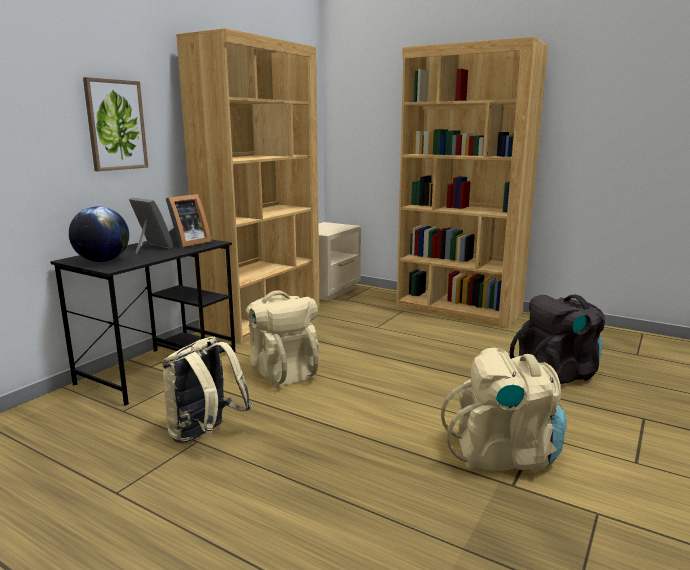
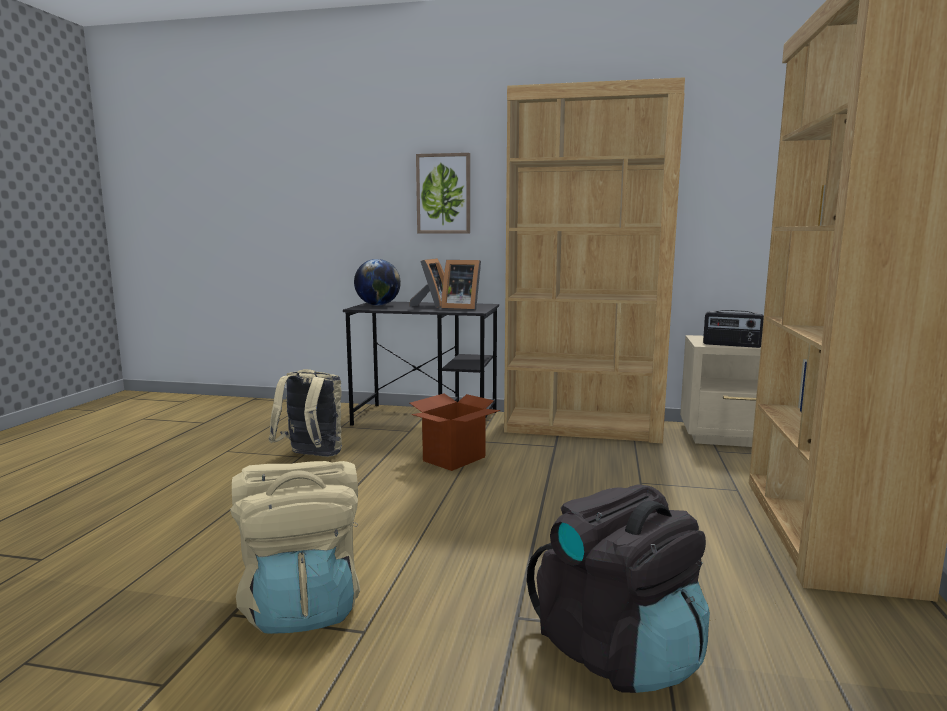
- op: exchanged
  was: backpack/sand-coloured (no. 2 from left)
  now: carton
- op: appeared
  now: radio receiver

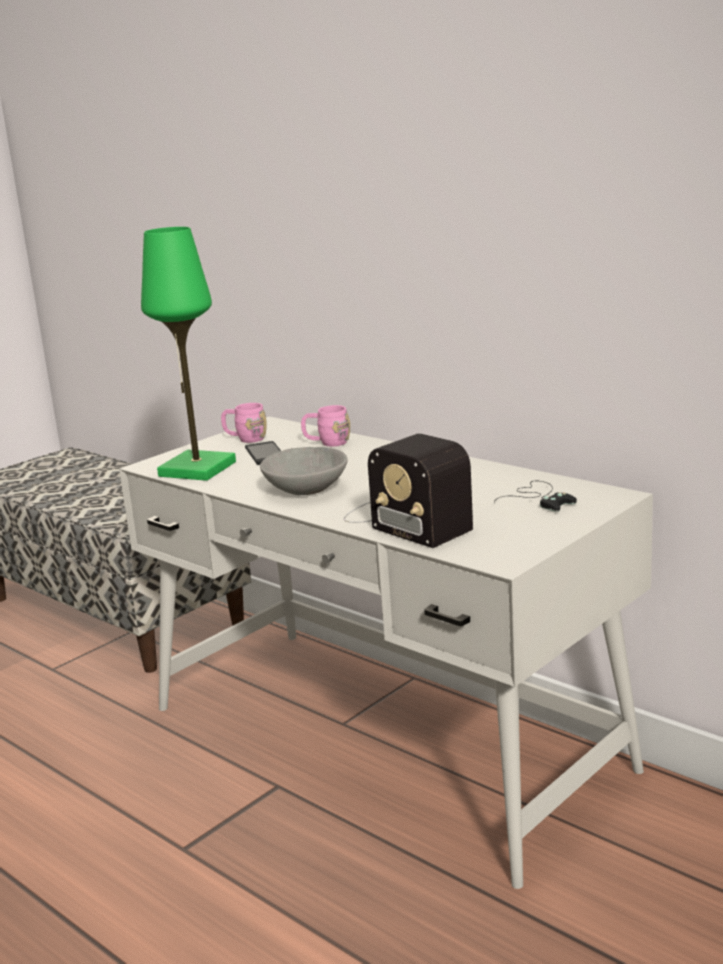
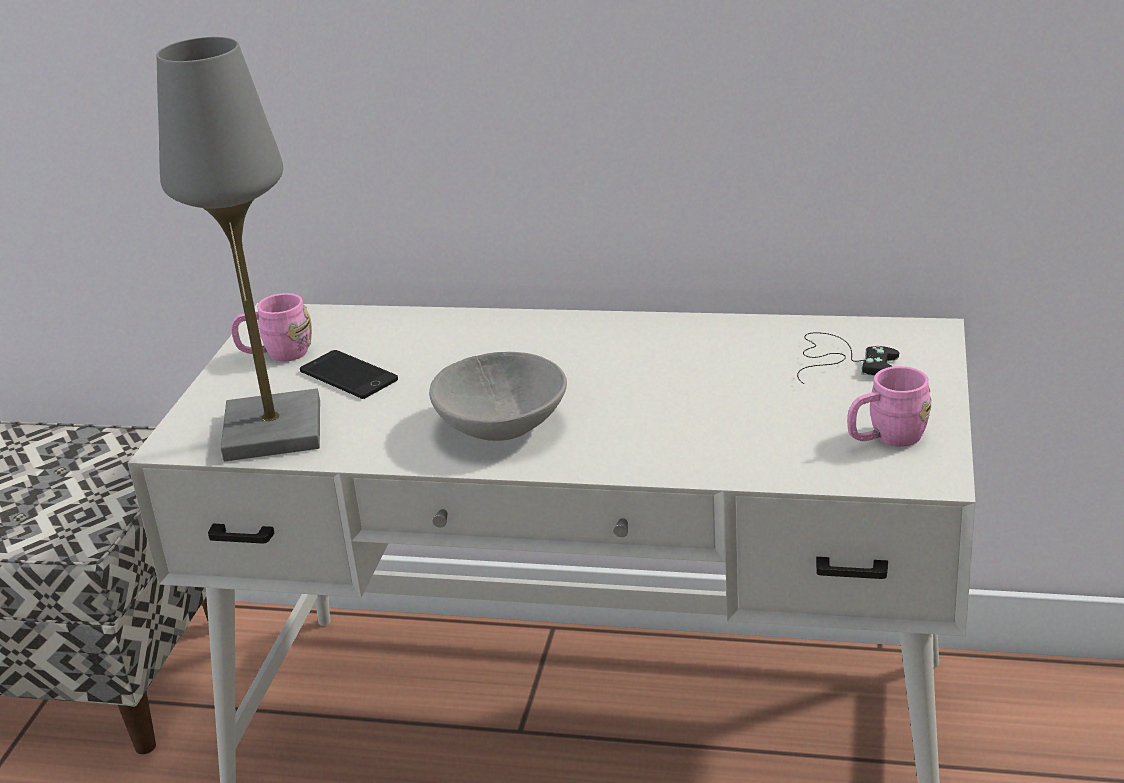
- op: colour
  was: lamp for a table/green-coloured
  now: lamp for a table/greyish
- op: relocated
  was: coffee mug/pinkish (no. 2 from left)
- op: missing
  was: radio receiver

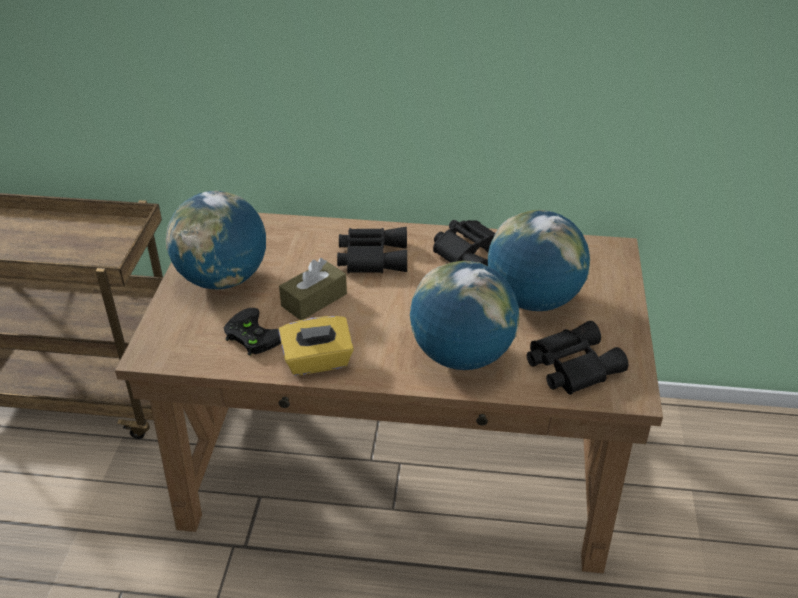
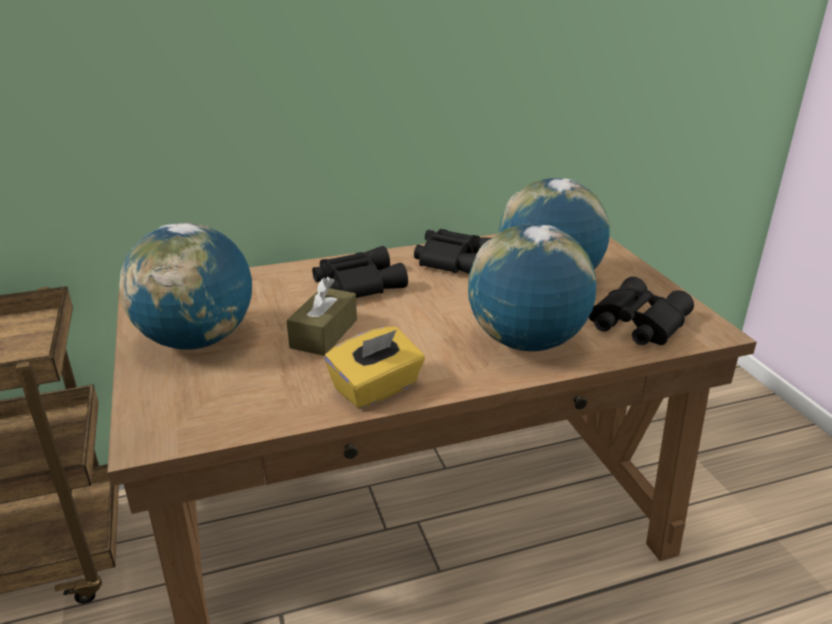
- op: missing
  was: joypad/blackish

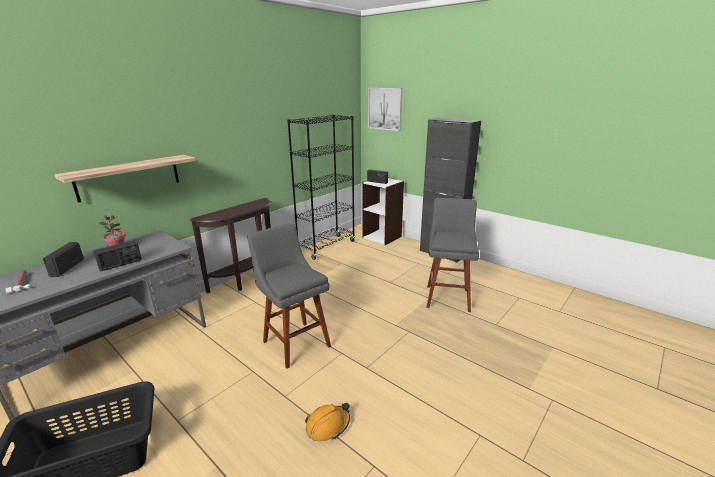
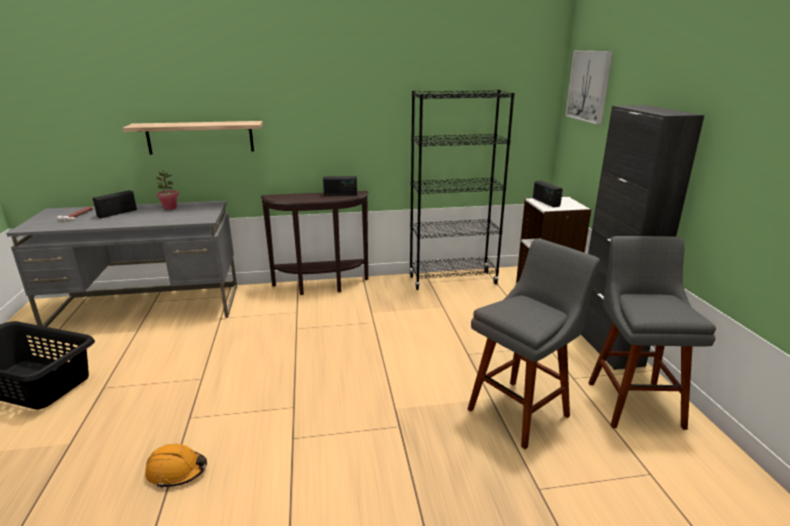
- op: relocated
  was: radio receiver (no. 2 from left)
- op: relocated
  was: stool seat/greyish (no. 1 from left in the first image)
  now: stool seat/greyish (no. 2 from left)

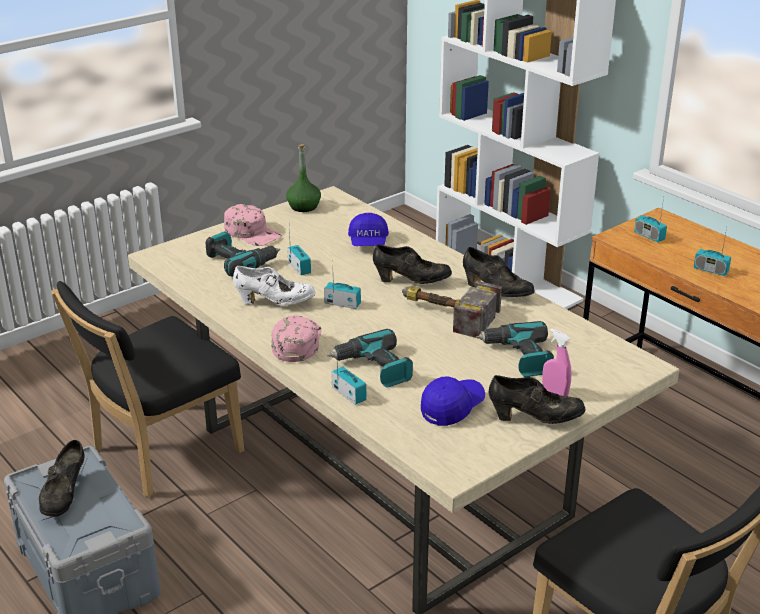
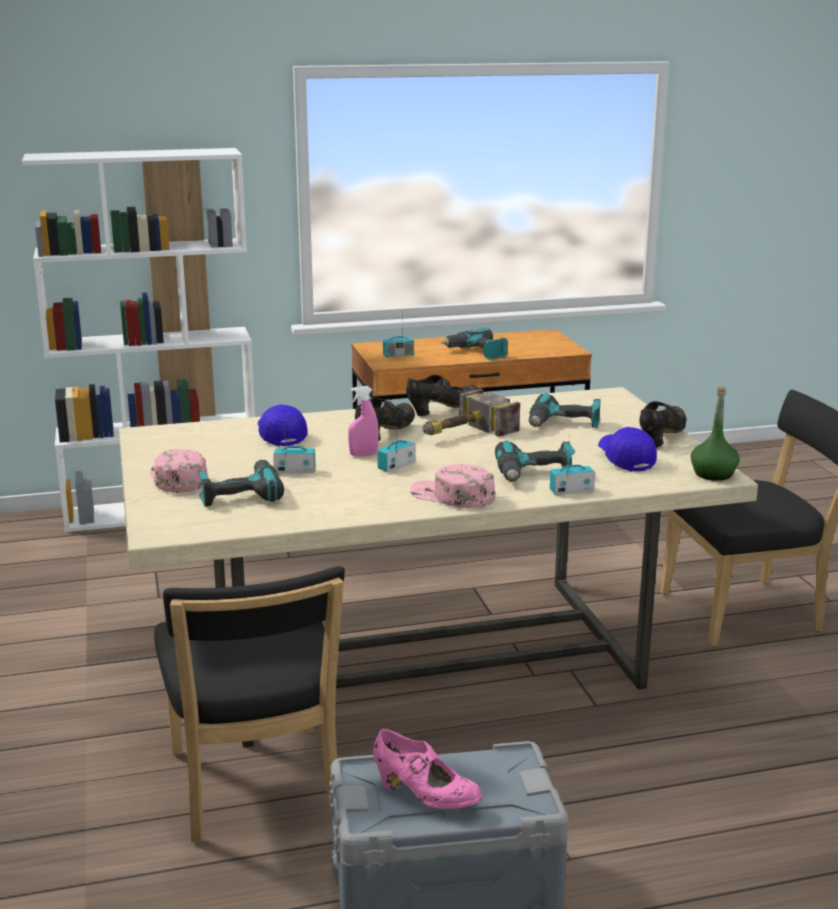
- op: colour
  was: item of footwear/blackish (no. 1 from left)
  now: item of footwear/pinkish
- op: spun
  was: peaked cap/pinkish (no. 1 from left)
  clockwise: -90
- op: missing
  was: item of footwear/white
- op: relocated
  was: bottle/green-coloured
- op: spun
  was: peaked cap/blue-coloured (no. 1 from left)
  clockwise: -135
- op: relocated
  was: spray bottle/pinkish
- op: exchanged
  was: radio receiver (no. 5 from left)
  now: power drill (no. 2 from left)

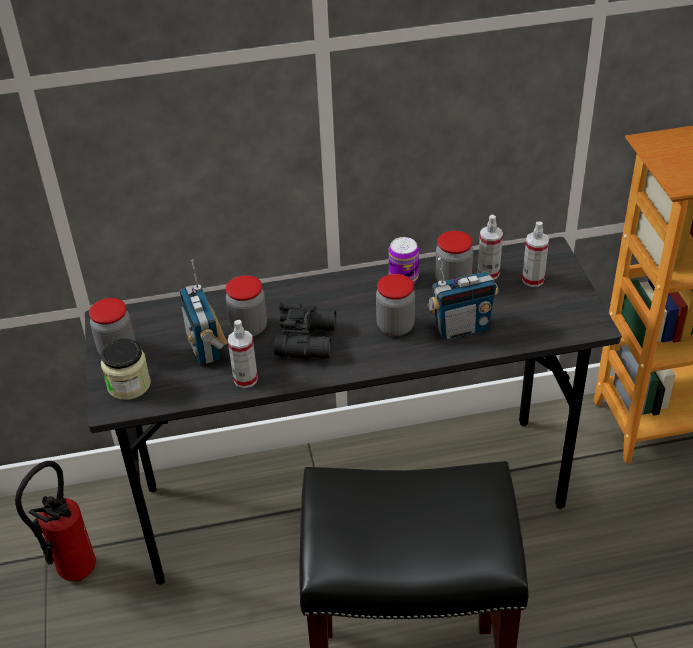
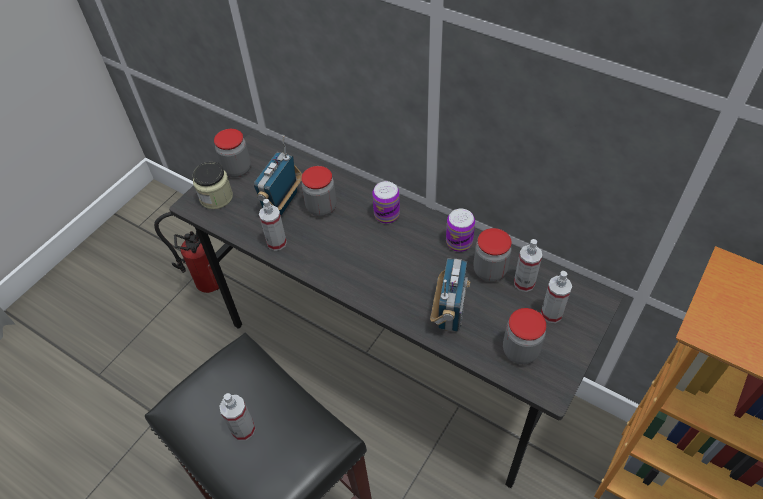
- op: missing
  was: binoculars/blackish
- op: relocated
  was: jar (no. 4 from left in the first image)
  now: jar (no. 5 from left)
- op: spun
  was: radio receiver (no. 2 from left)
  clockwise: -105
- op: appeared
  now: spray bottle (no. 1 from left)
- op: appeared
  now: metal can (no. 1 from left)

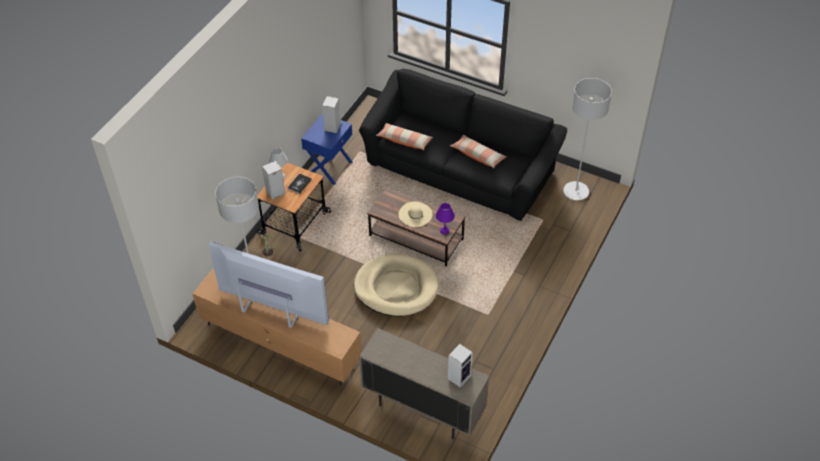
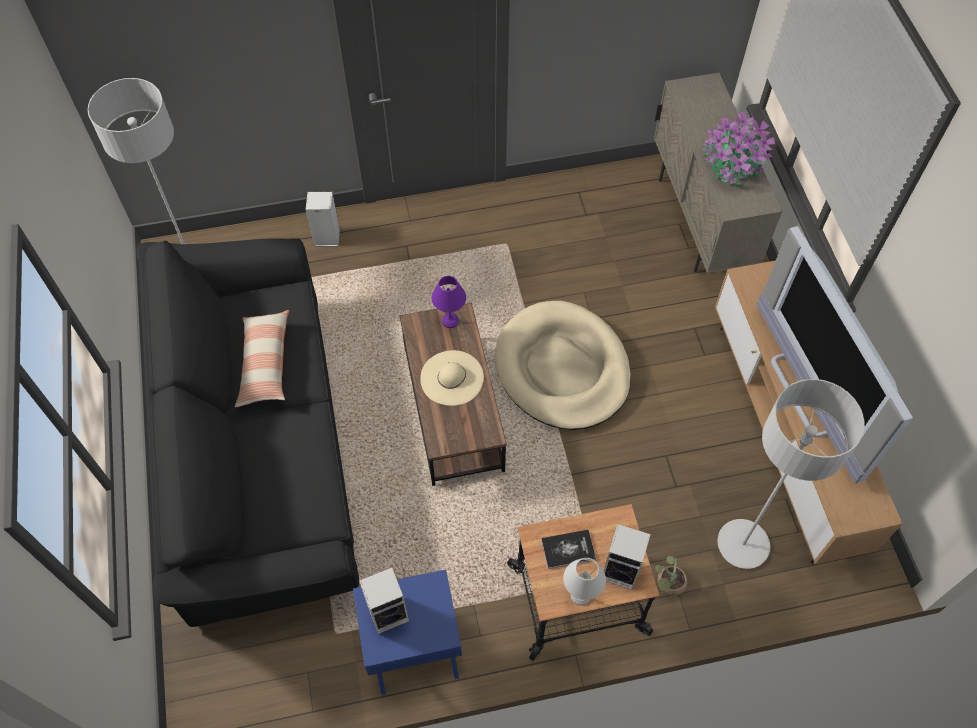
- op: missing
  was: cushion (no. 1 from left)
- op: relocated
  was: speaker (no. 3 from left in the first image)
  now: speaker (no. 1 from left)
- op: appeared
  now: plant in a pot (no. 2 from left)

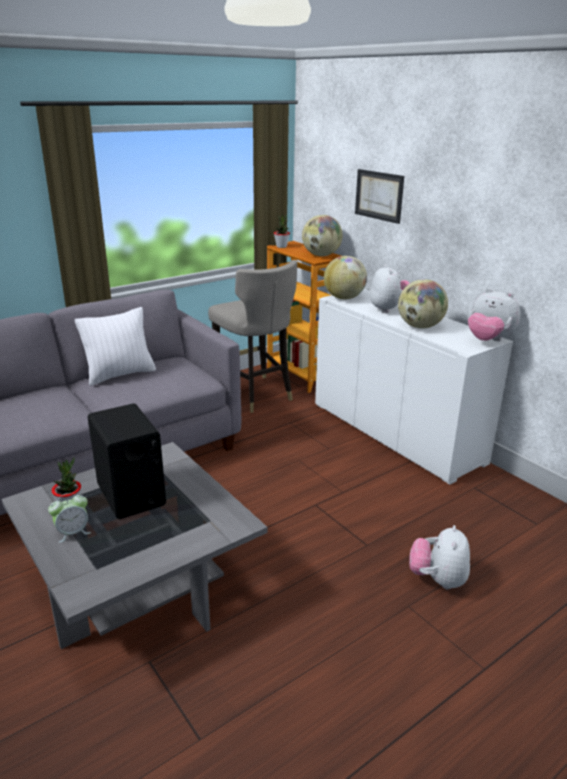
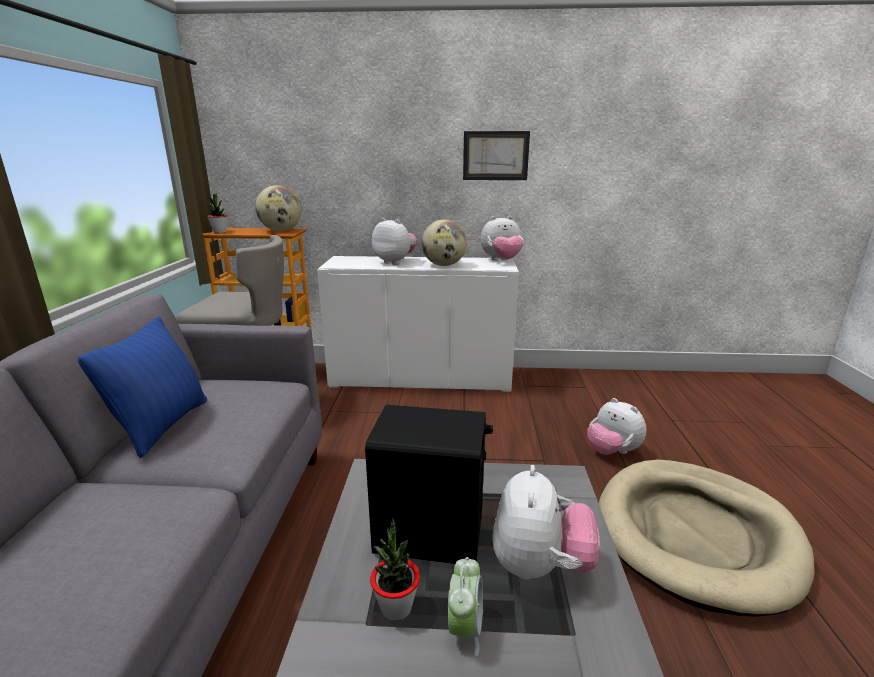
- op: colour
  was: cushion/white
  now: cushion/blue-coloured
- op: missing
  was: globe (no. 2 from left)
- op: relocated
  was: wall art
- op: appeared
  now: cuddly toy (no. 3 from left)
- op: appeared
  now: pet bed/sand-coloured

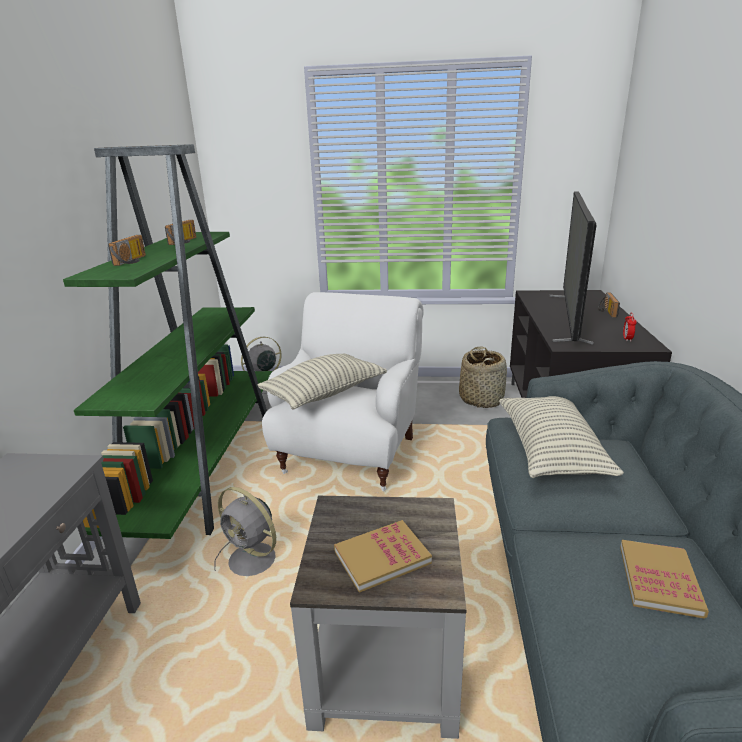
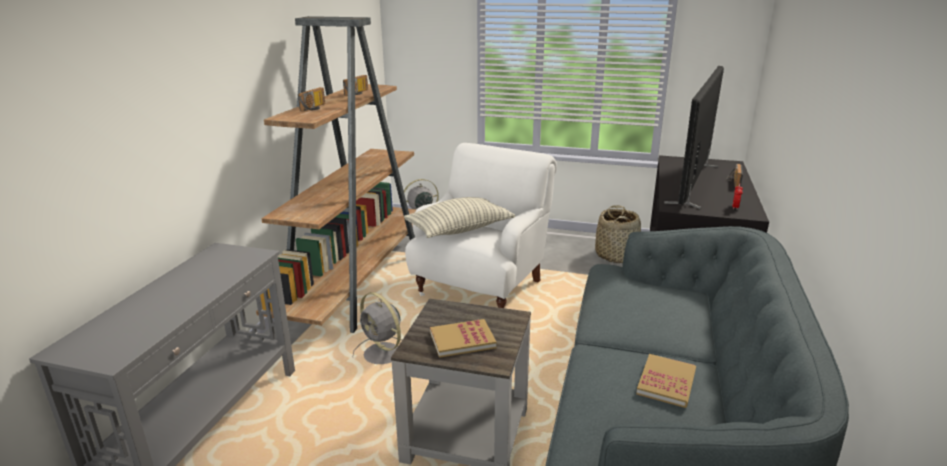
- op: colour
  was: bookshelf/green-coloured
  now: bookshelf/brown
- op: missing
  was: cushion (no. 2 from left)

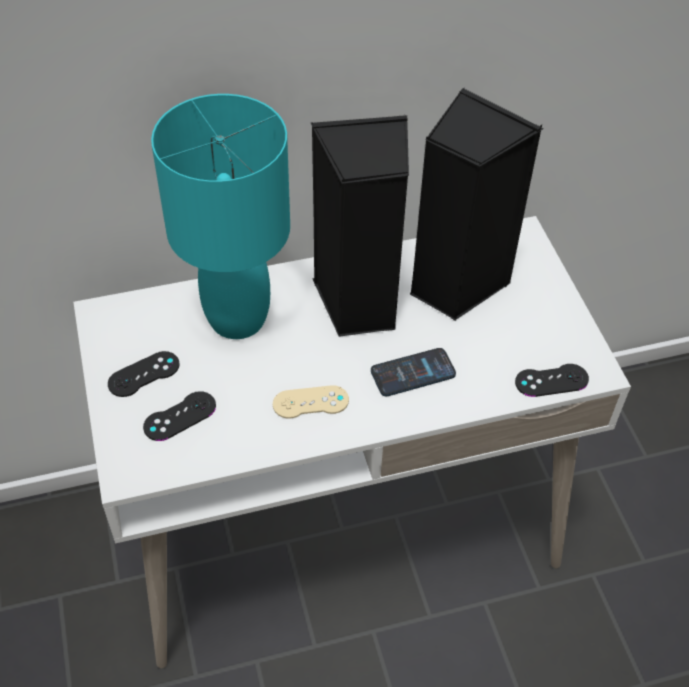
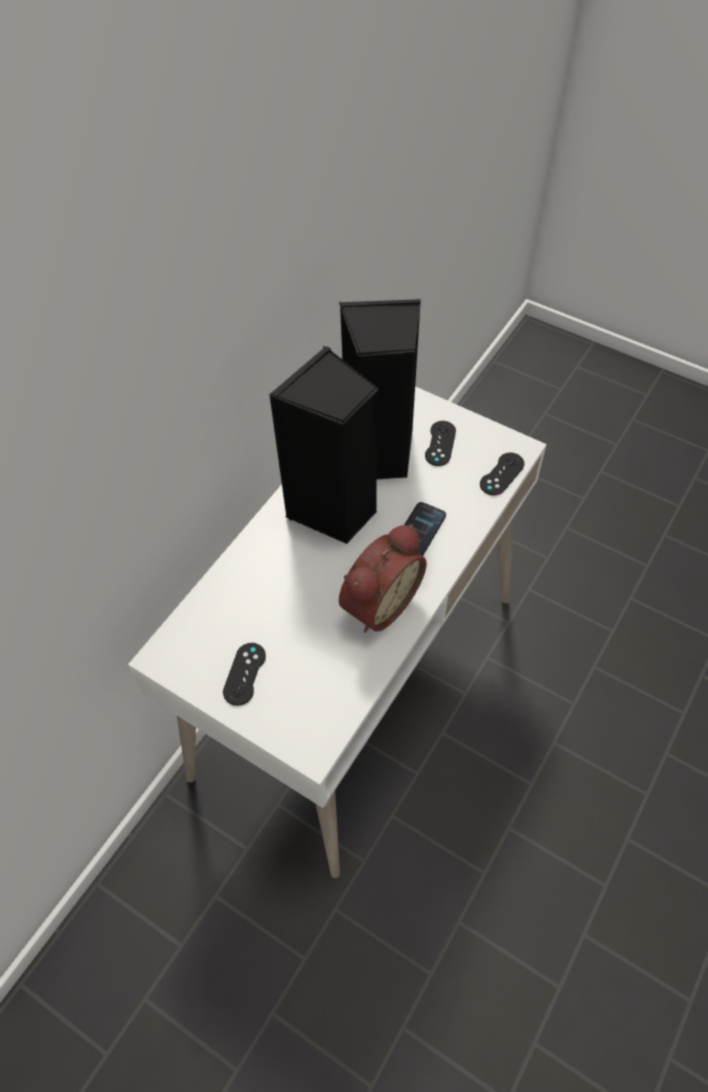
- op: relocated
  was: joypad/blackish (no. 2 from left)
- op: missing
  was: lamp for a table/turquoise
- op: exchanged
  was: joypad/sand-coloured
  now: table clock

